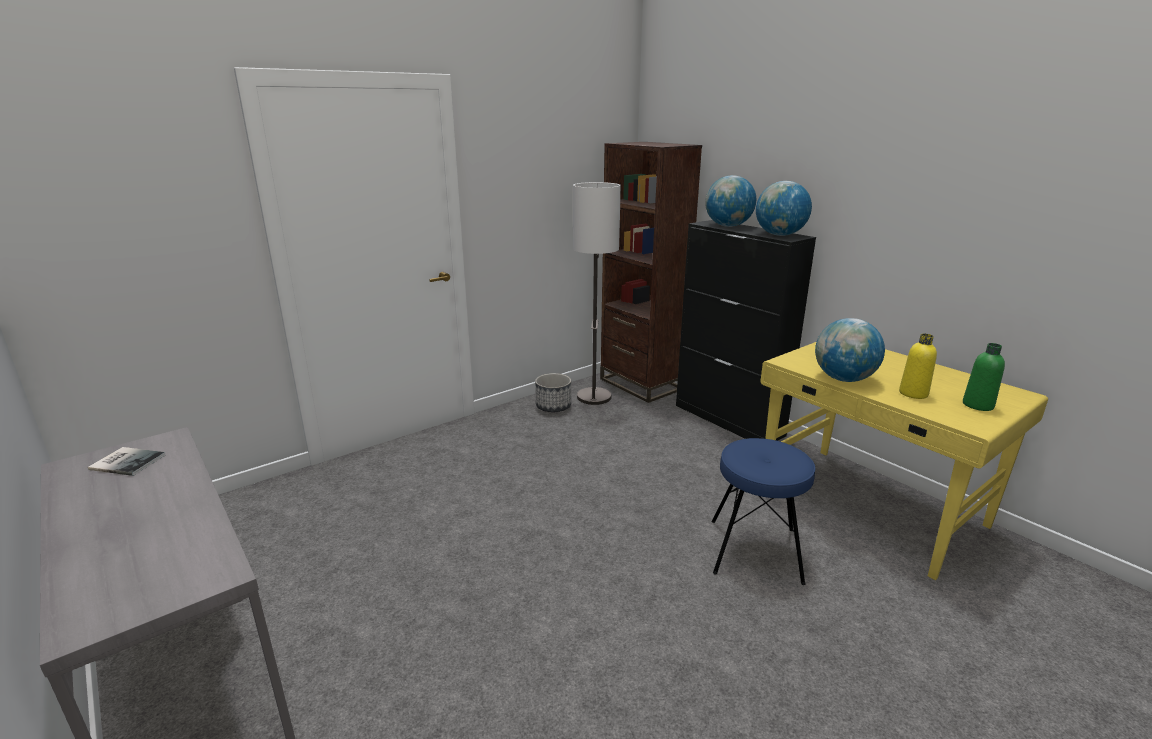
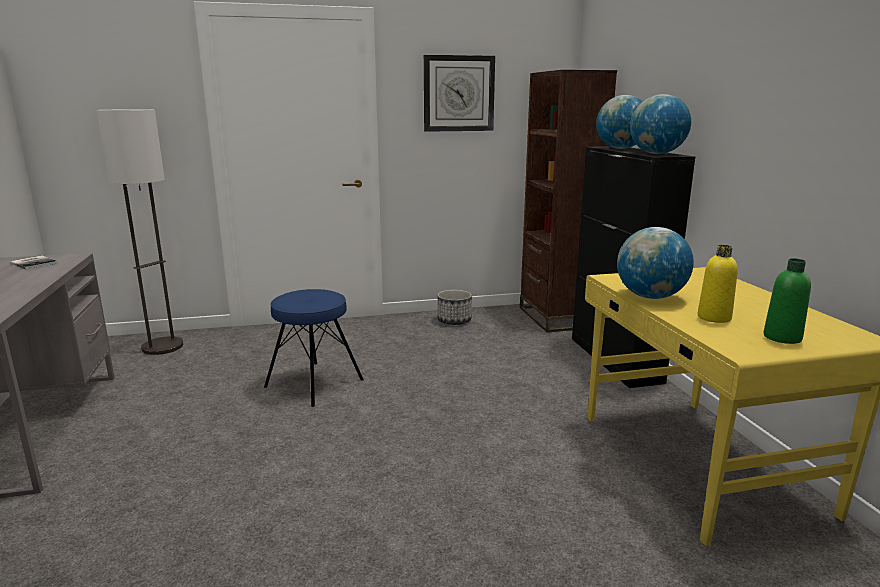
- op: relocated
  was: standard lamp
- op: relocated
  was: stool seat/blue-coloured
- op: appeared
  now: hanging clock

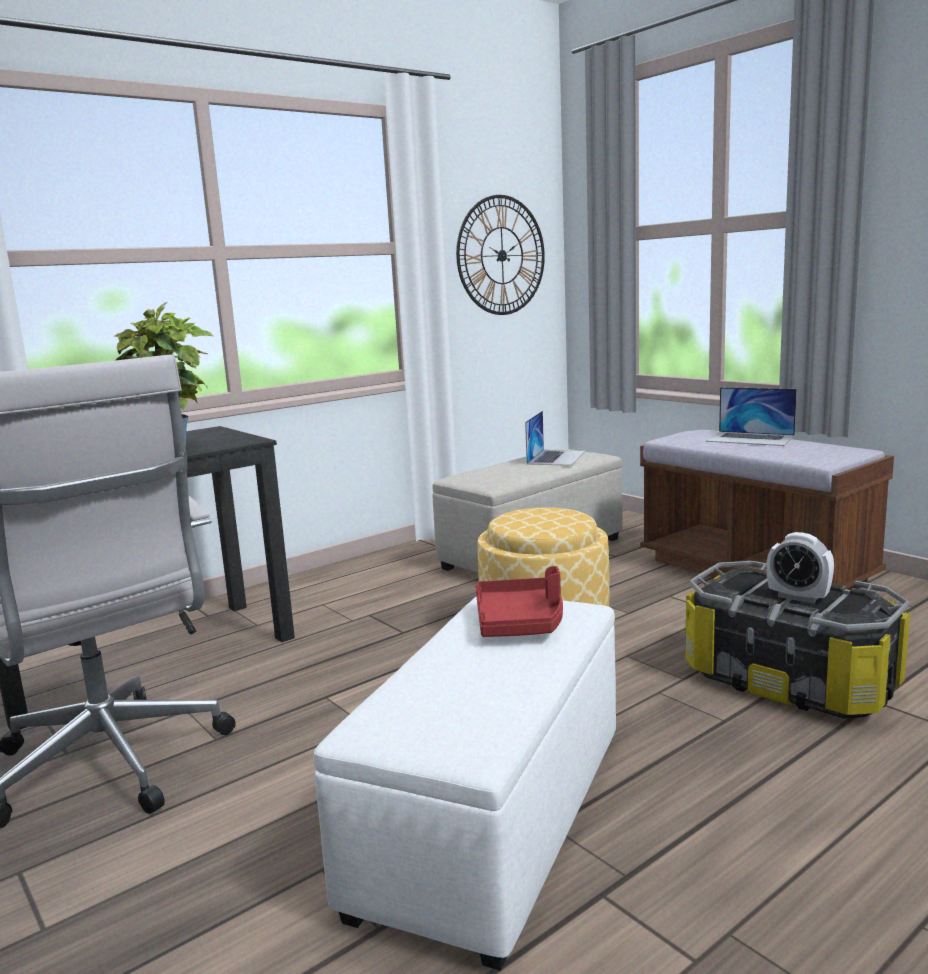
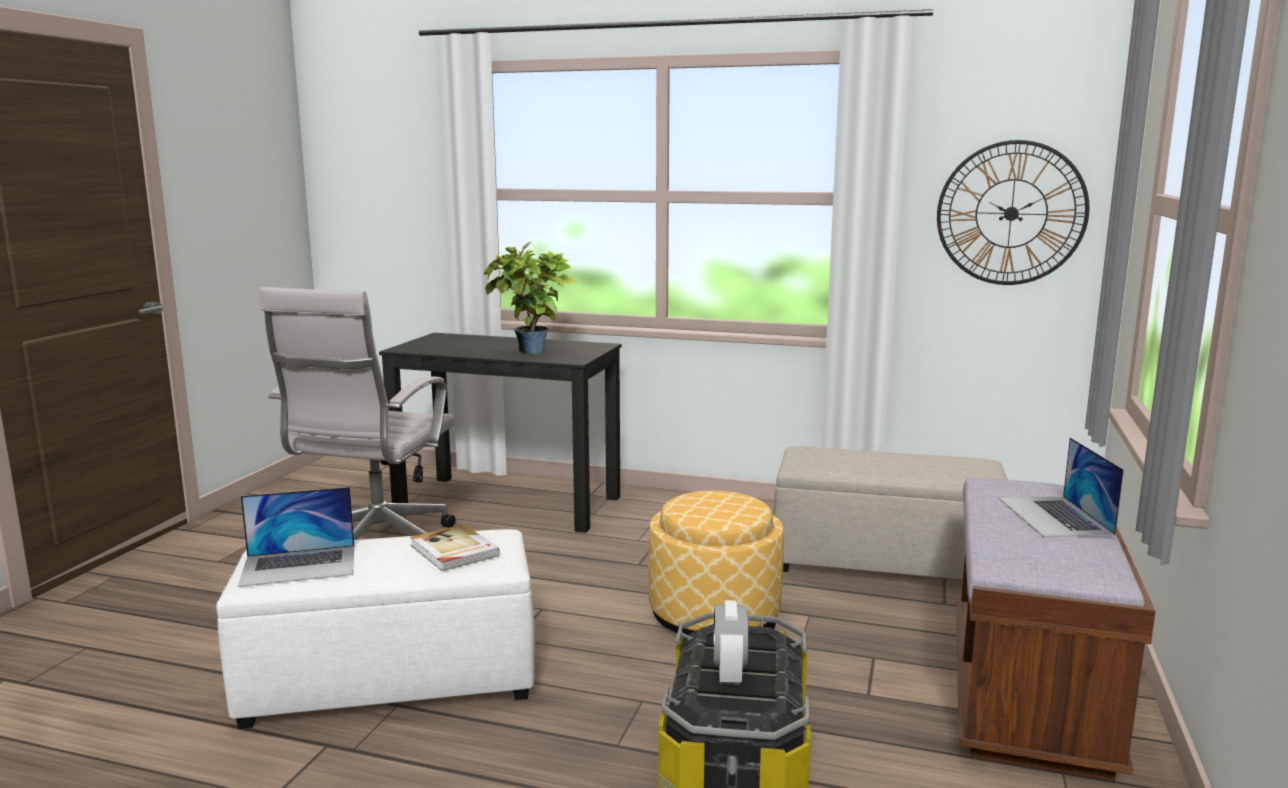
- op: exchanged
  was: carrying tray/reddish
  now: bound book
- op: relocated
  was: portable computer (no. 1 from left)

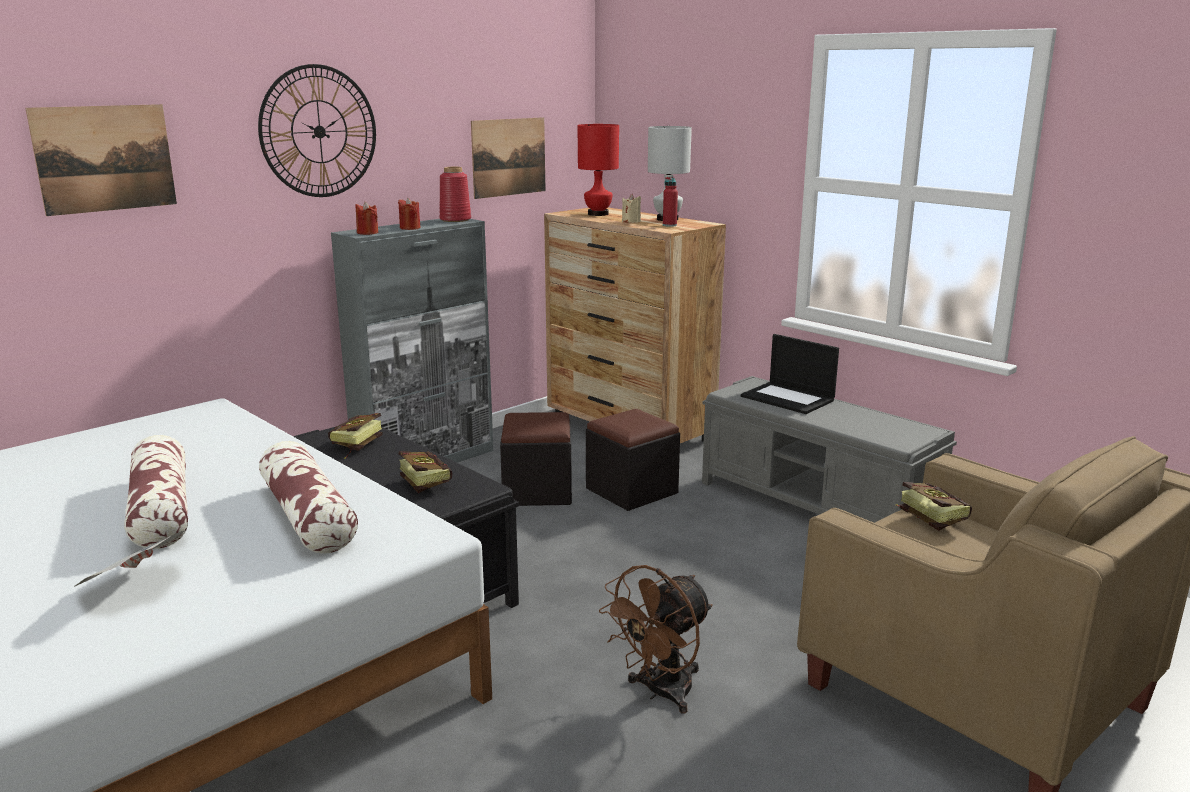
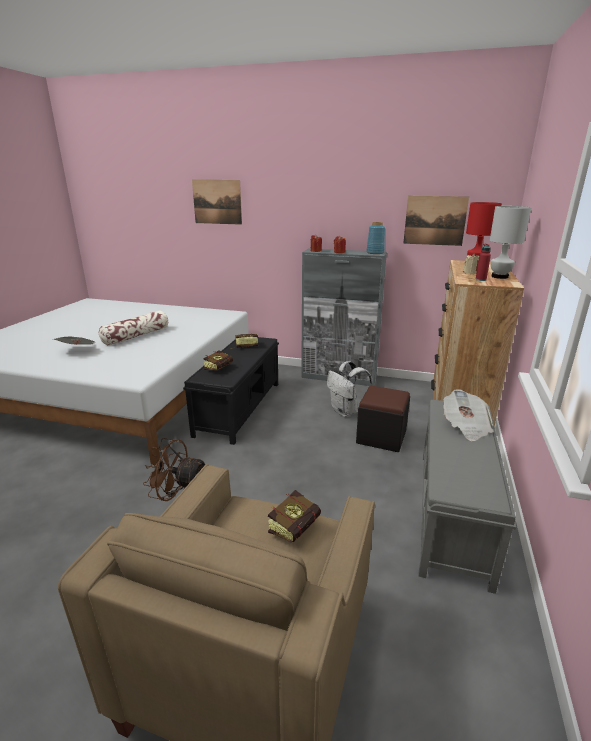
- op: missing
  was: hanging clock
- op: missing
  was: cushion (no. 2 from left)
- op: colour
  was: vase/reddish
  now: vase/blue-coloured
- op: exchanged
  was: ottoman/blackish (no. 1 from left)
  now: backpack/white
- op: exchanged
  was: portable computer
  now: newspaper (no. 2 from left)

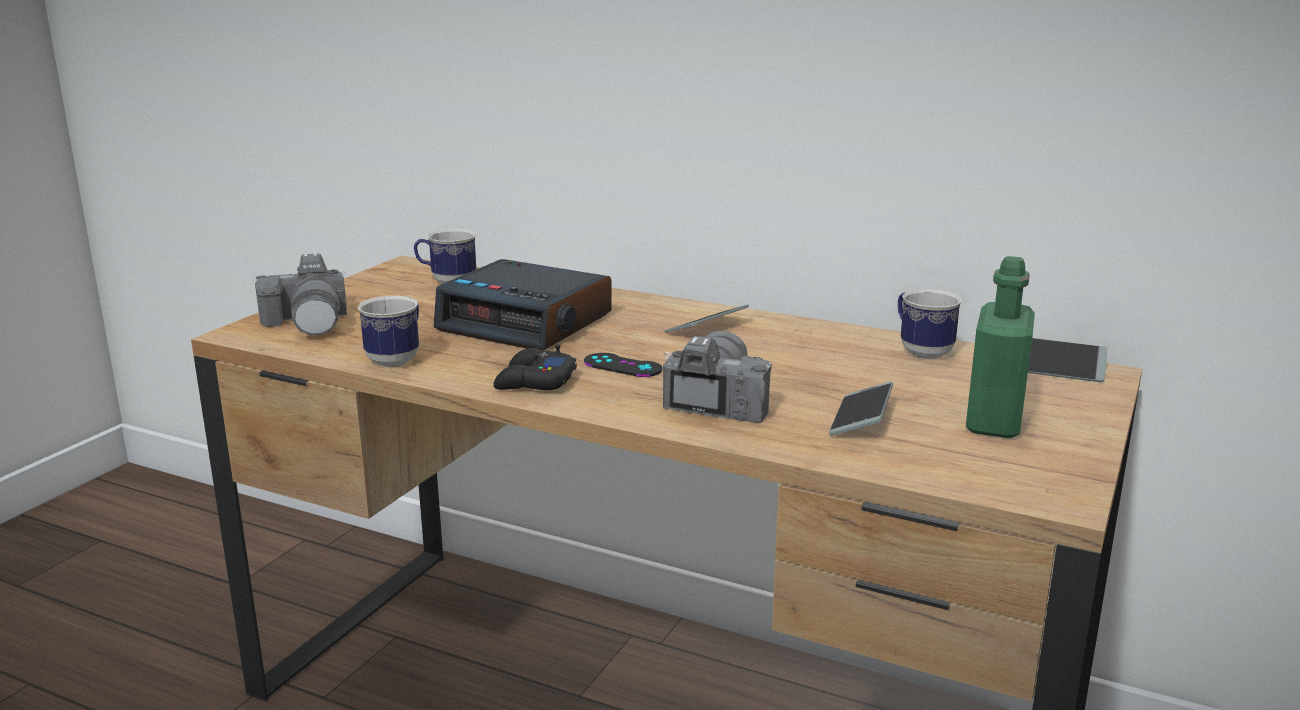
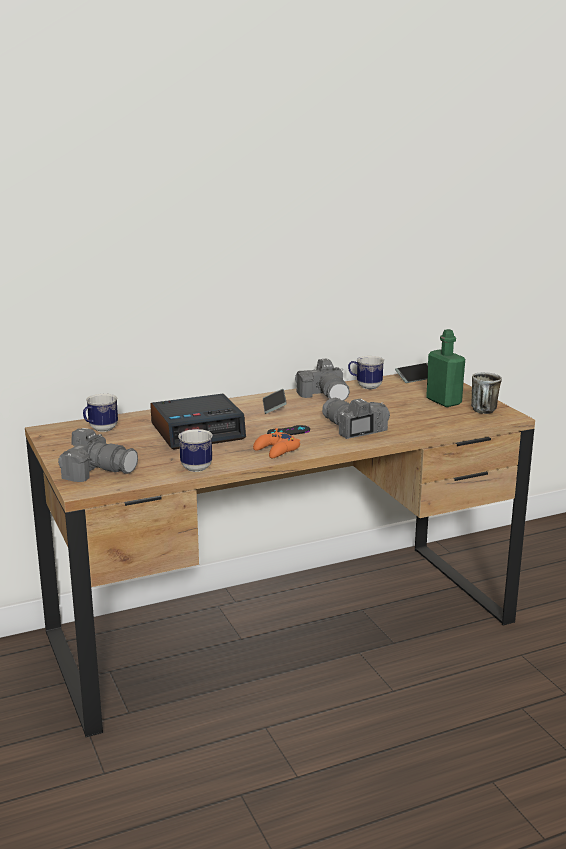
- op: colour
  was: joypad/blackish (no. 1 from left)
  now: joypad/orange-coloured
- op: missing
  was: handset (no. 2 from left)
- op: appeared
  now: still camera (no. 2 from left)
- op: appeared
  now: coffee mug (no. 4 from left)

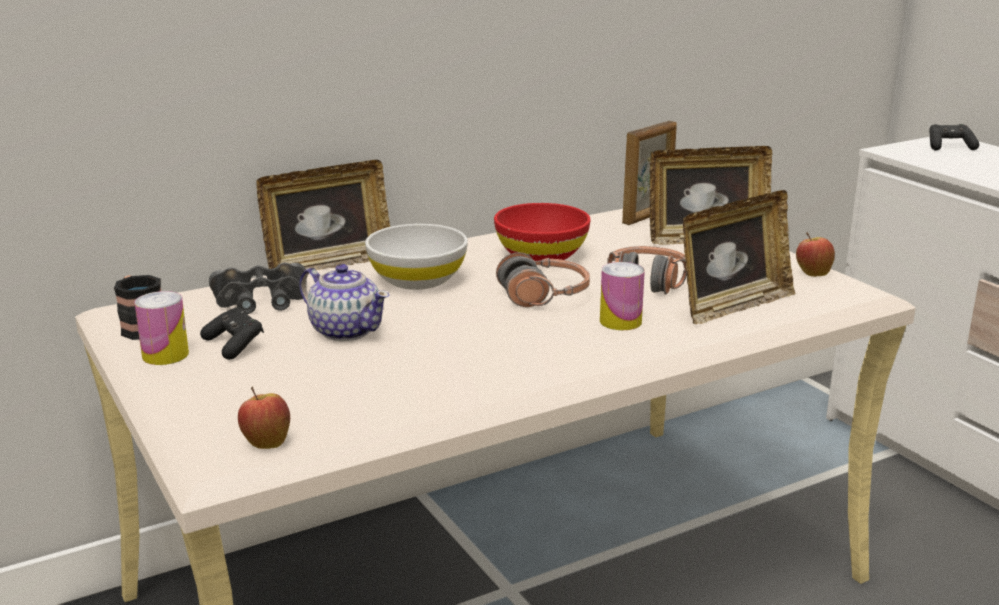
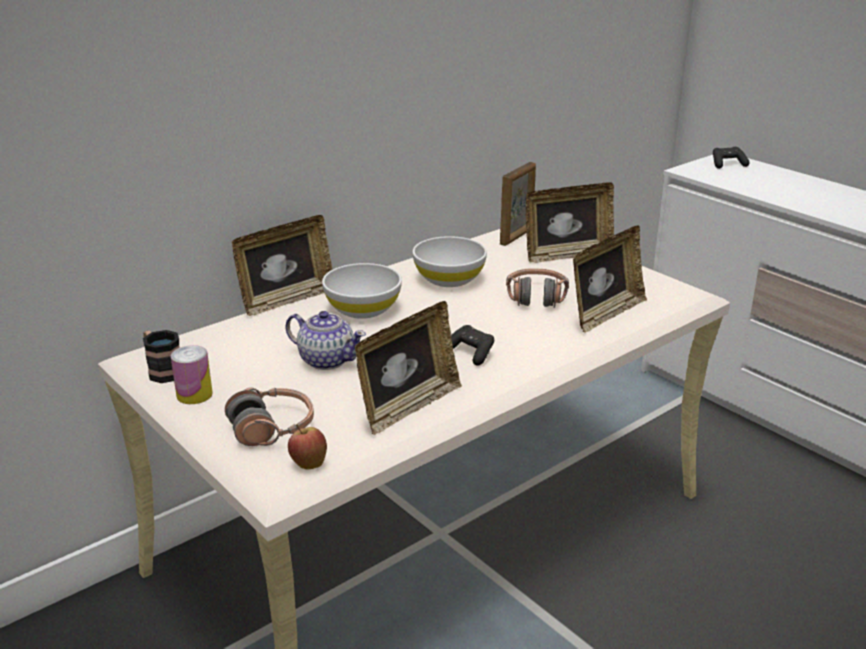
- op: relocated
  was: joypad/blackish (no. 1 from left)
- op: missing
  was: binoculars/blackish
- op: colour
  was: deep dish/reddish
  now: deep dish/white (no. 2 from left)
- op: relocated
  was: headphones (no. 1 from left)
- op: missing
  was: metal can (no. 2 from left)
- op: missing
  was: whole apple (no. 2 from left)
- op: appeared
  now: picture frame (no. 2 from left)

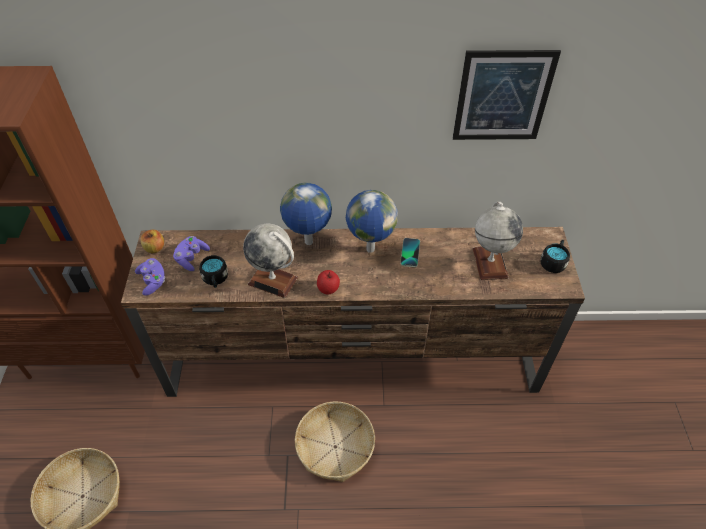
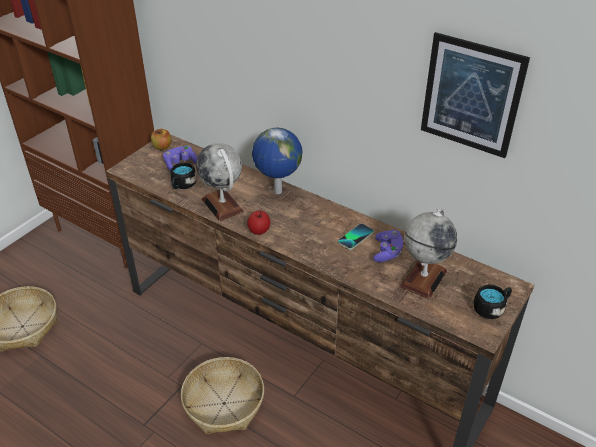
- op: relocated
  was: joypad/purplish (no. 1 from left in the first image)
  now: joypad/purplish (no. 2 from left)
- op: missing
  was: globe (no. 3 from left)

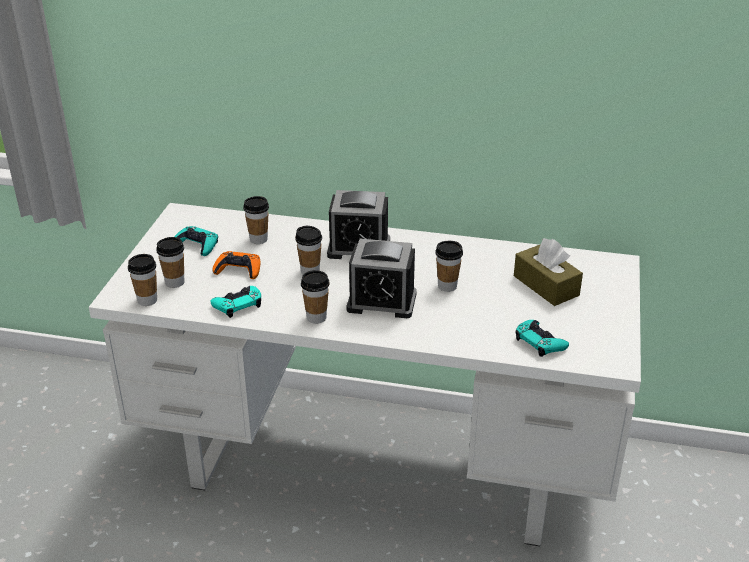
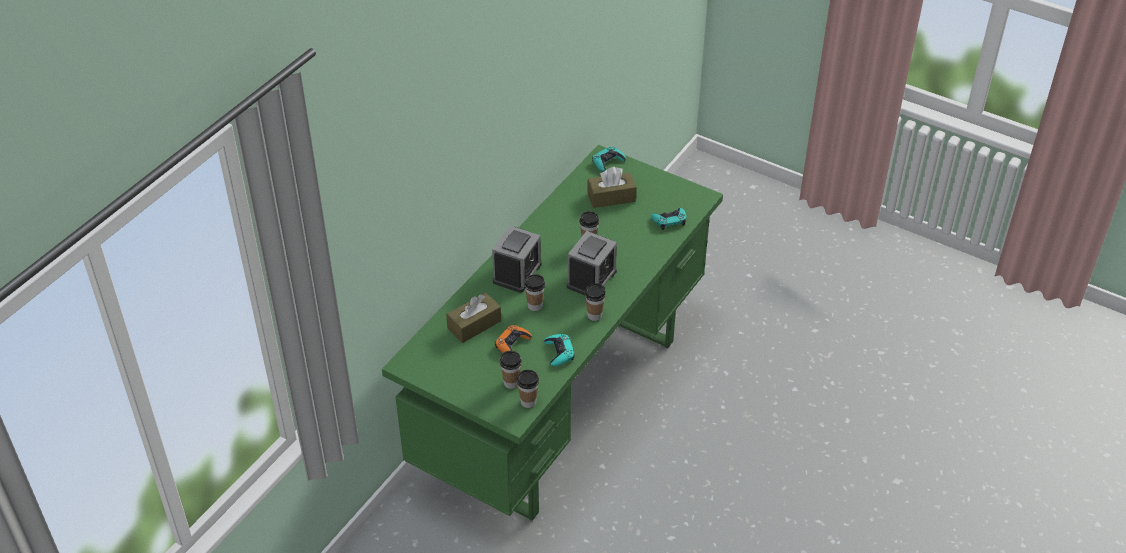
- op: colour
  was: desk/white
  now: desk/green-coloured
- op: relocated
  was: joypad/turquoise (no. 1 from left in the first image)
  now: joypad/turquoise (no. 2 from left)
- op: exchanged
  was: small cup (no. 3 from left)
  now: tissue box/brown (no. 1 from left)

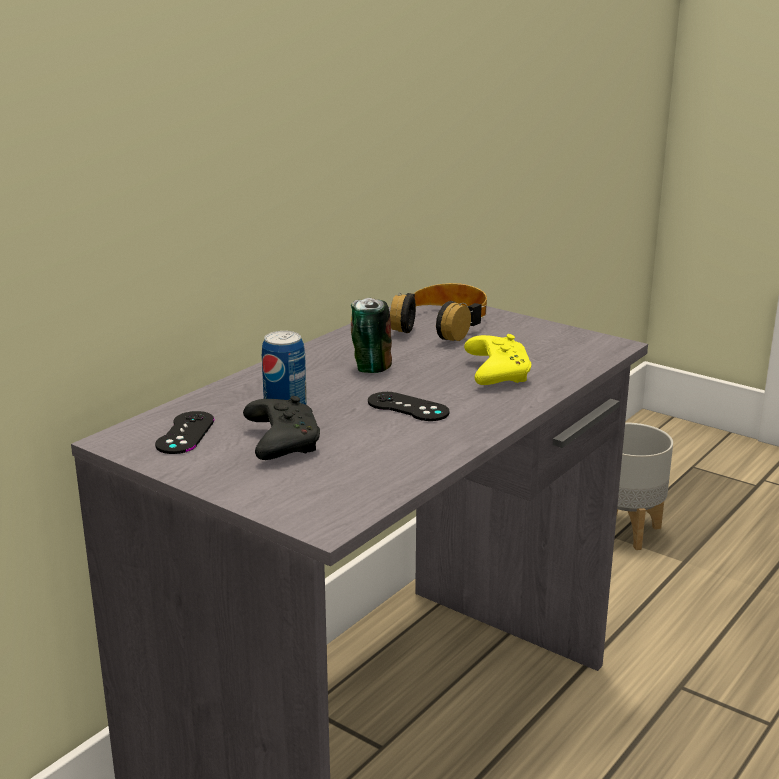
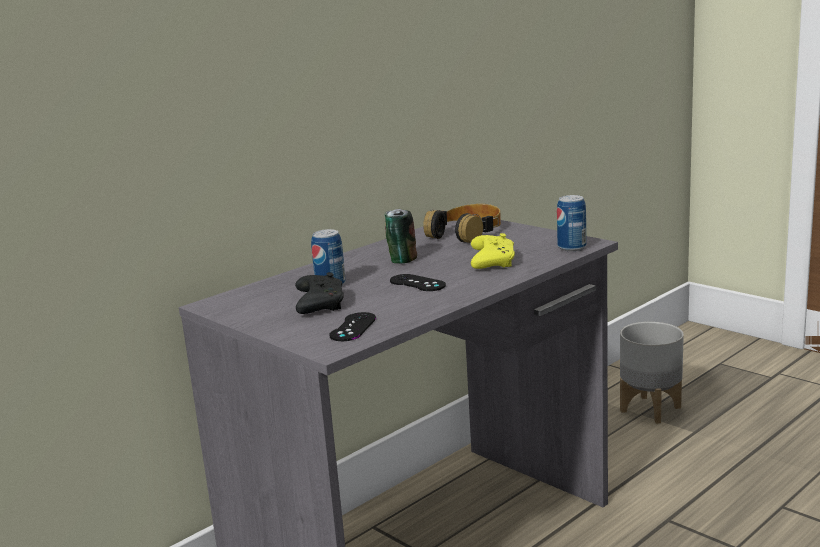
- op: relocated
  was: joypad/blackish (no. 1 from left in the first image)
  now: joypad/blackish (no. 2 from left)
- op: appeared
  now: metal can (no. 3 from left)

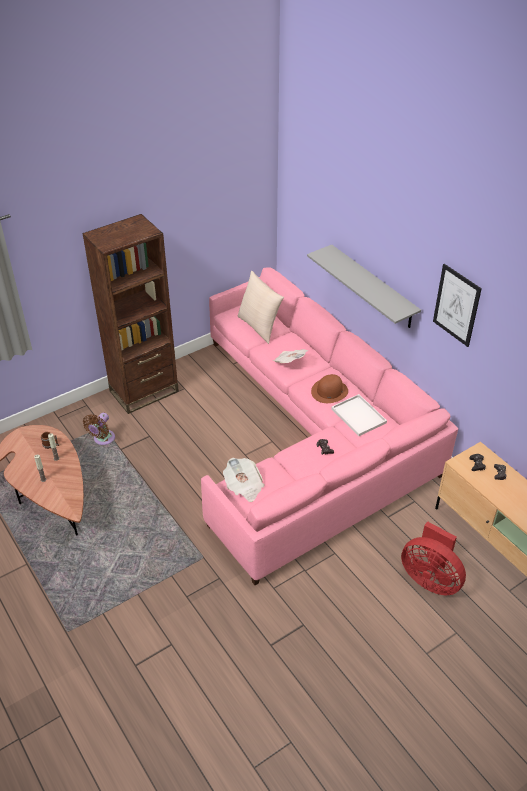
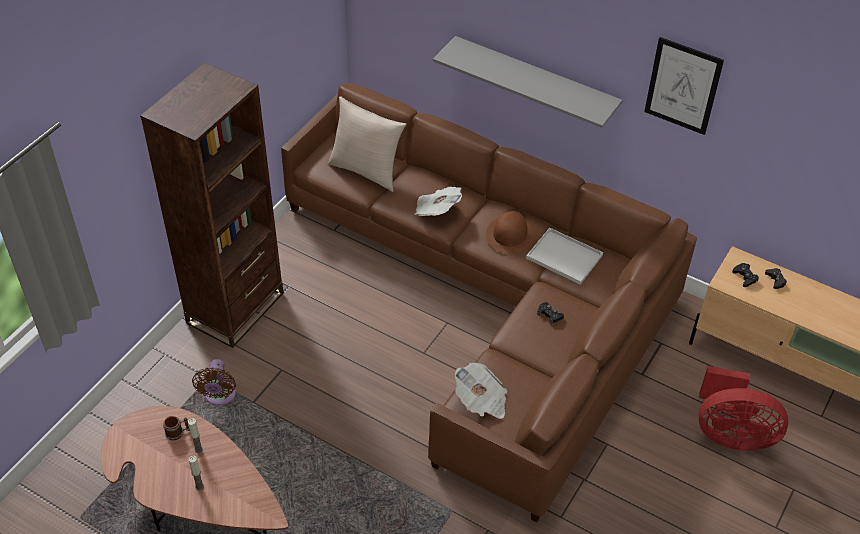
- op: colour
  was: settee/pinkish
  now: settee/brown

